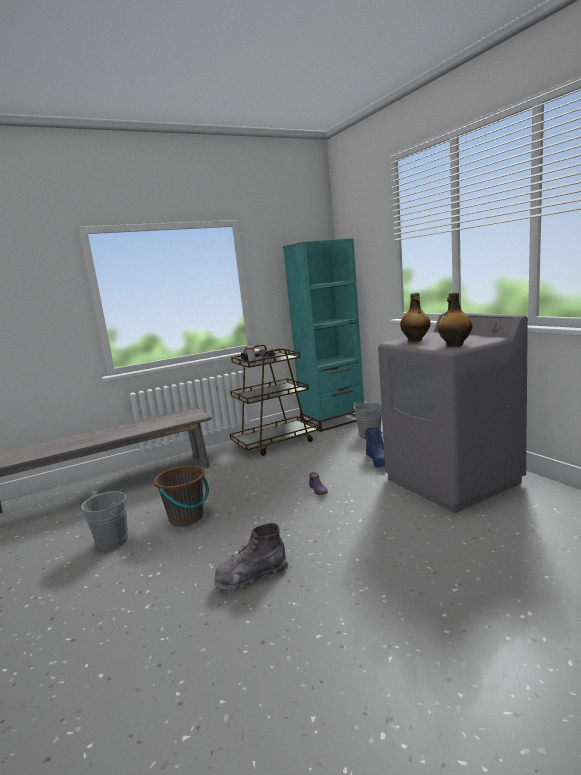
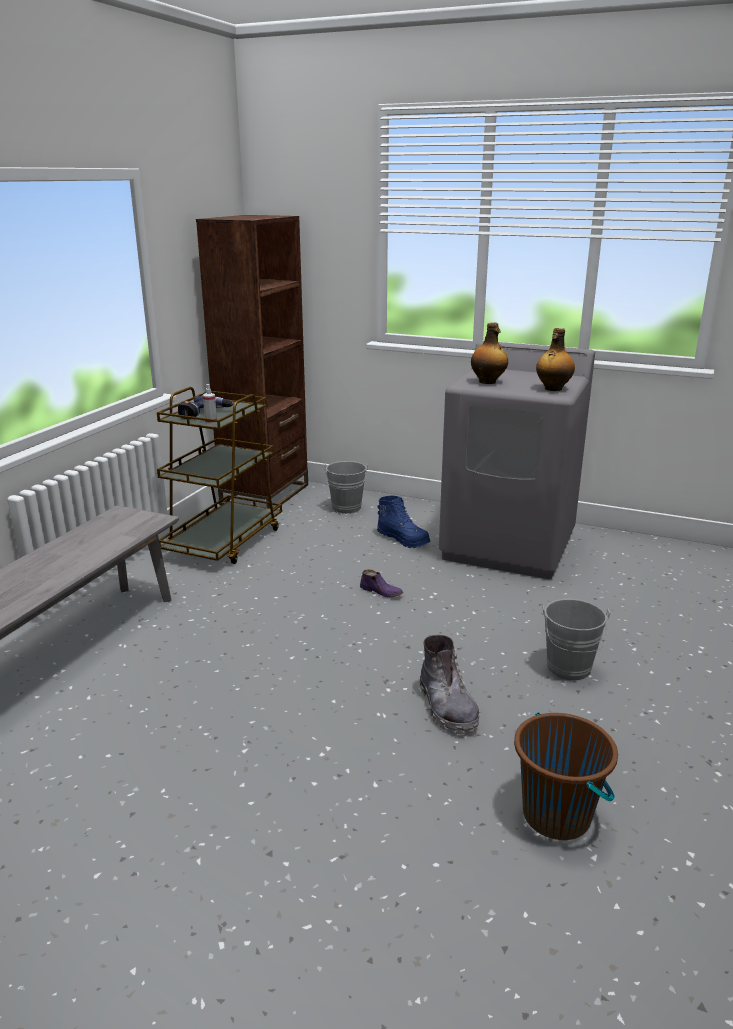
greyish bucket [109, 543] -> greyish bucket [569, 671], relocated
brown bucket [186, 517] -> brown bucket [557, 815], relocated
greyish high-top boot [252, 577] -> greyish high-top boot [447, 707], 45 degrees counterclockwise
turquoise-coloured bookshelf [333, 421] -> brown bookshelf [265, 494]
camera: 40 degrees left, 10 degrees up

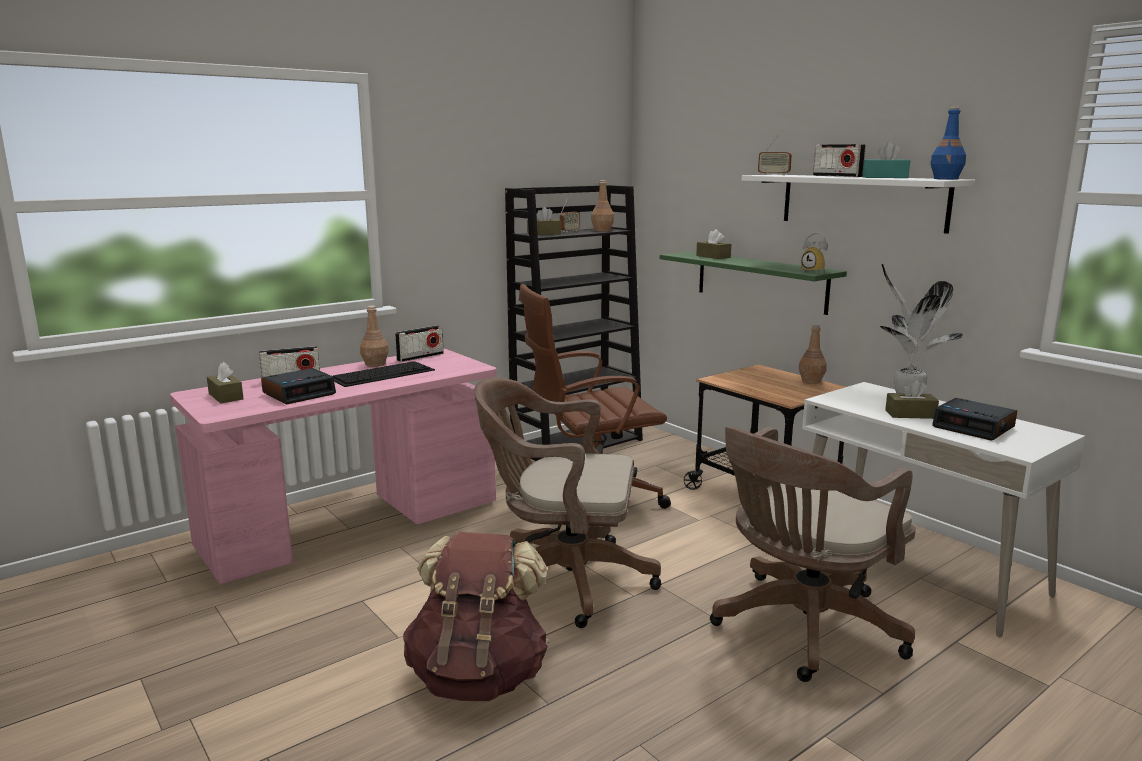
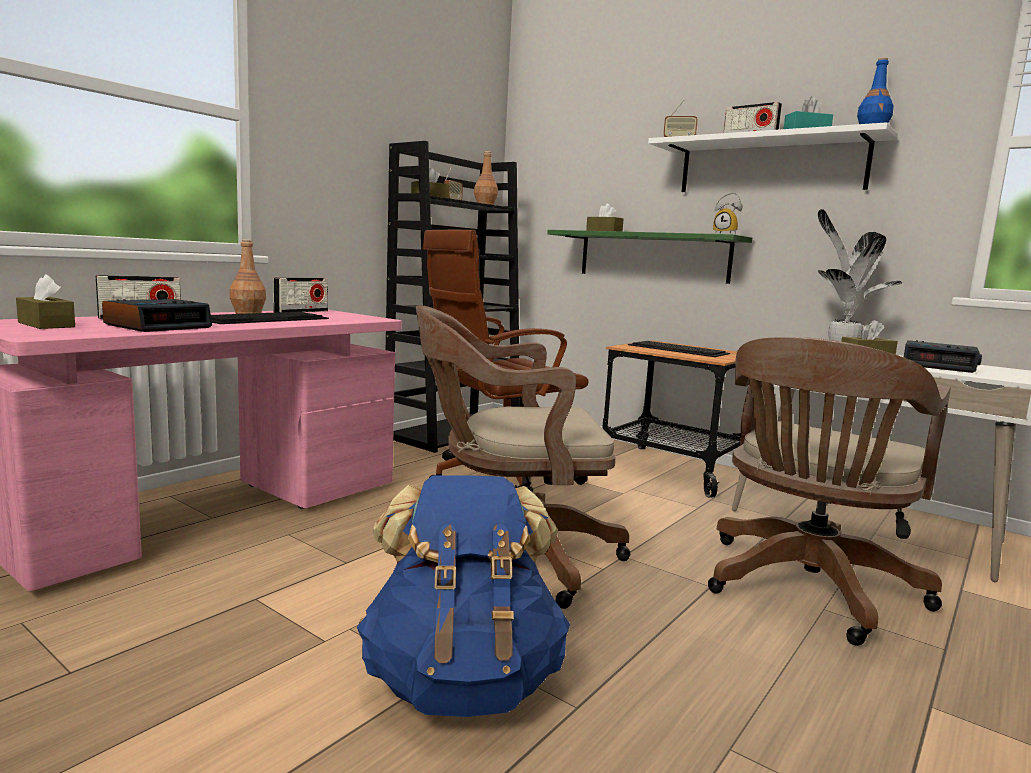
brown knapsack [479, 676] -> blue-coloured knapsack [462, 681]
brown beverage bottle [811, 381] -> none
none -> keyboard [679, 349]
camera: 15 degrees left, 5 degrees down

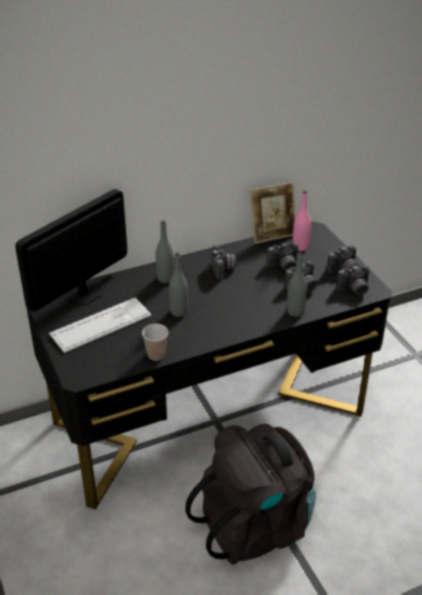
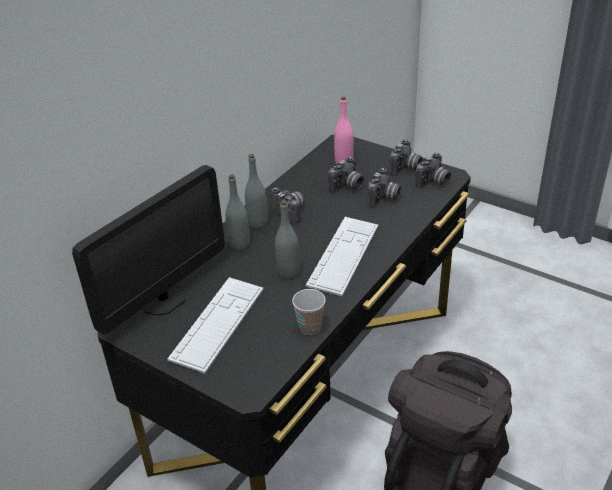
monitor [83, 294] -> monitor [163, 299], 150 degrees counterclockwise
picture frame [272, 234] -> none
greyish beverage bottle [295, 311] -> greyish beverage bottle [258, 223], relocated
none -> keyboard [343, 255]
camera: 30 degrees left, 0 degrees up

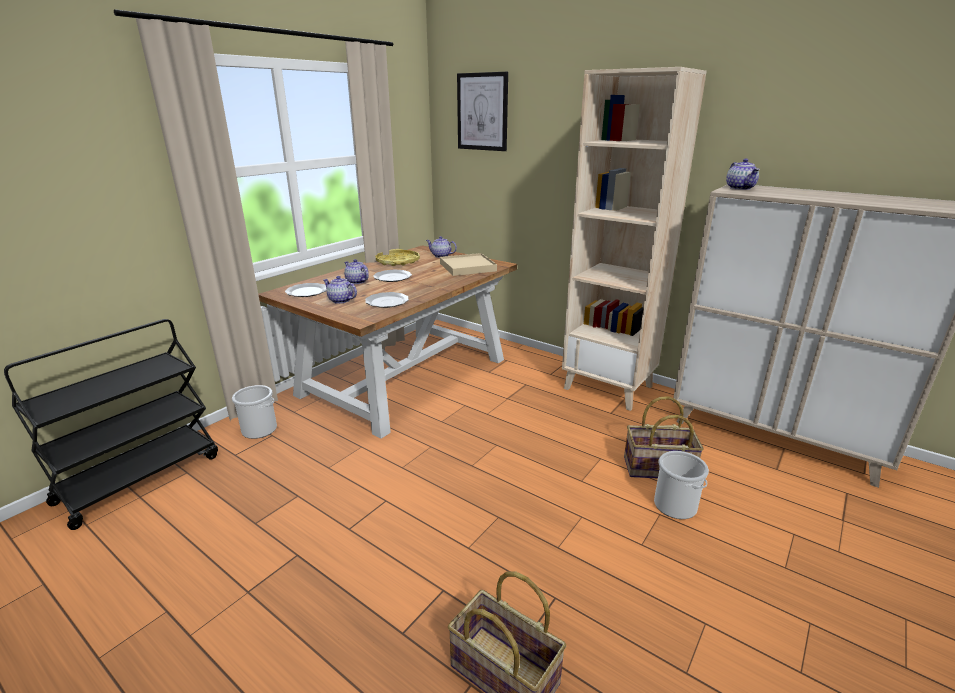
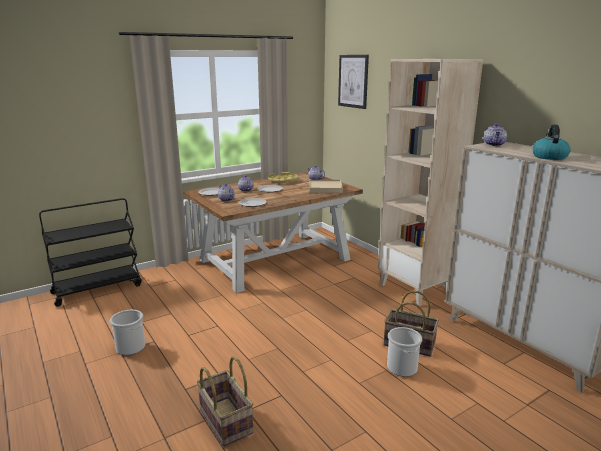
bucket [259, 430] -> bucket [130, 347], relocated
none -> tea kettle [549, 157]
camera: 20 degrees right, 5 degrees down

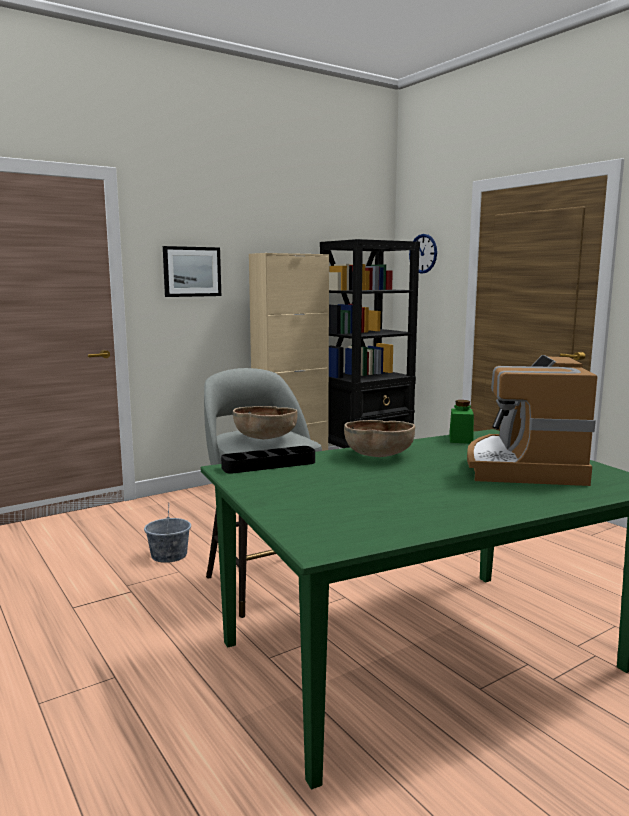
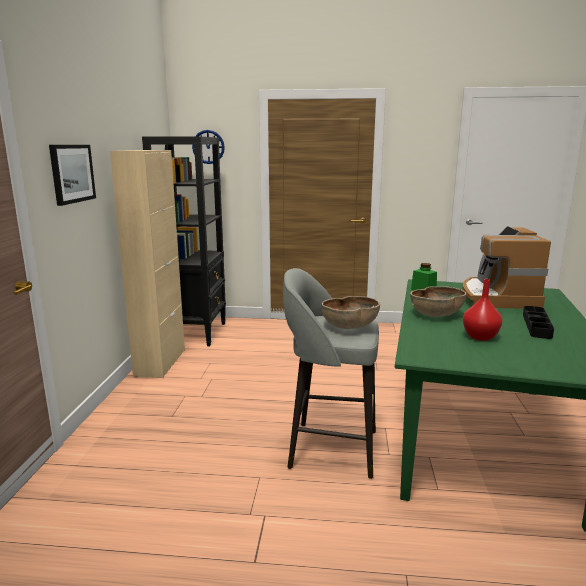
greyish bucket [169, 555] -> none
blackish serving tray [269, 465] -> blackish serving tray [536, 325], relocated
coffee maker [523, 466] -> coffee maker [497, 297], 45 degrees clockwise
none -> reddish flower vase [481, 337]
camera: 50 degrees left, 5 degrees up

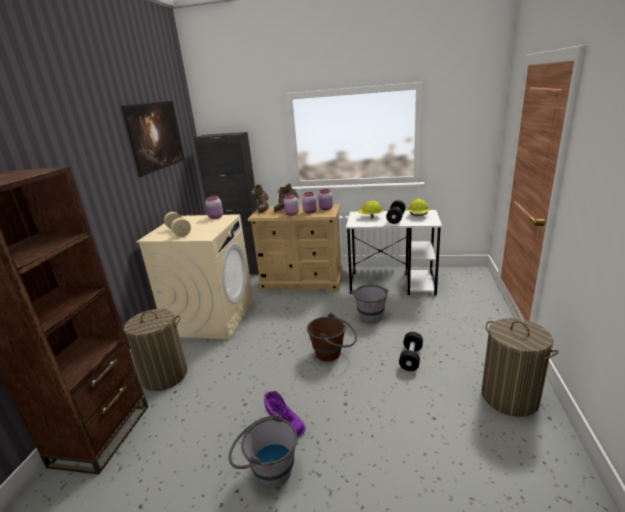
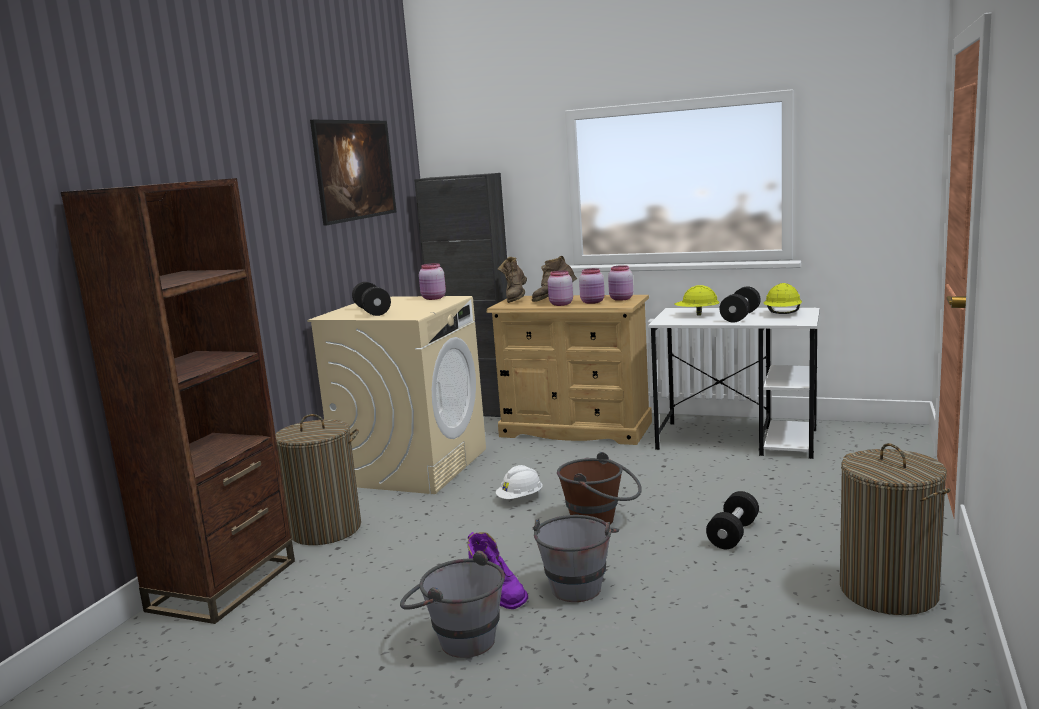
beige free weight [178, 232] -> blackish free weight [372, 311]
greyish bucket [370, 314] -> greyish bucket [577, 583], relocated
none -> whitish safety helmet [520, 498]
camera: 10 degrees right, 10 degrees down

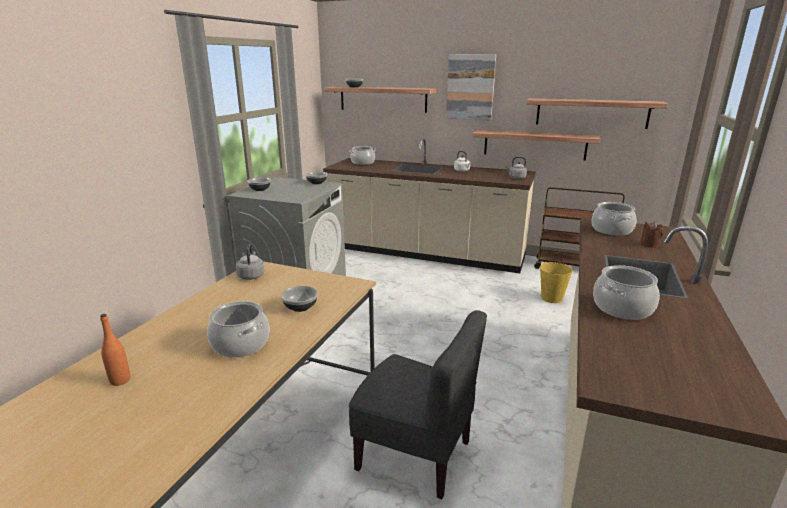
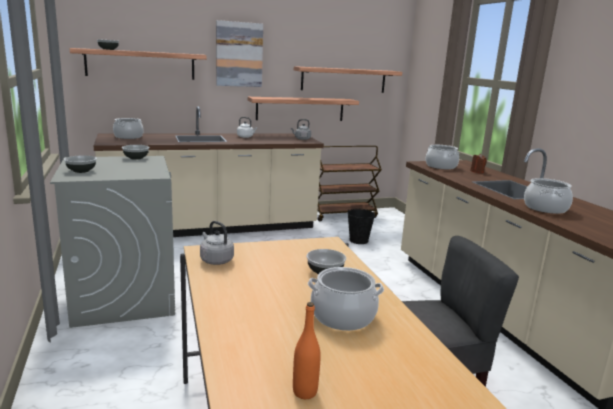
yellow bucket [551, 298] -> blackish bucket [358, 240]
camera: 40 degrees left, 5 degrees down

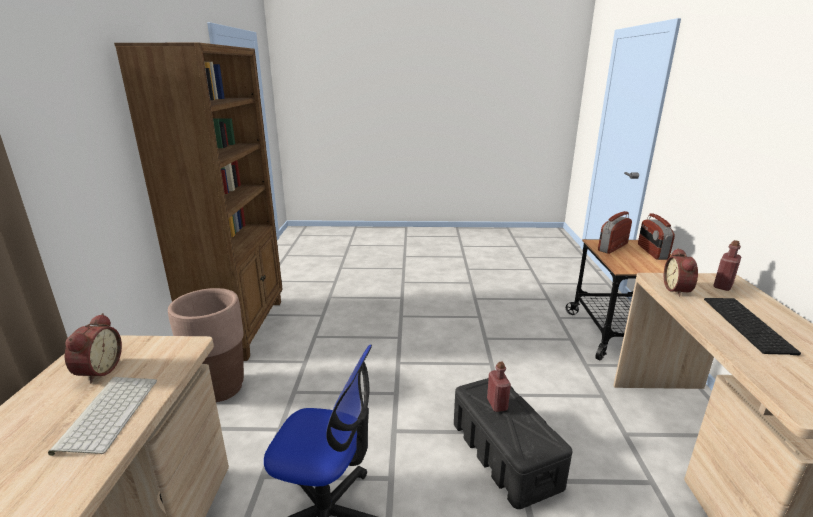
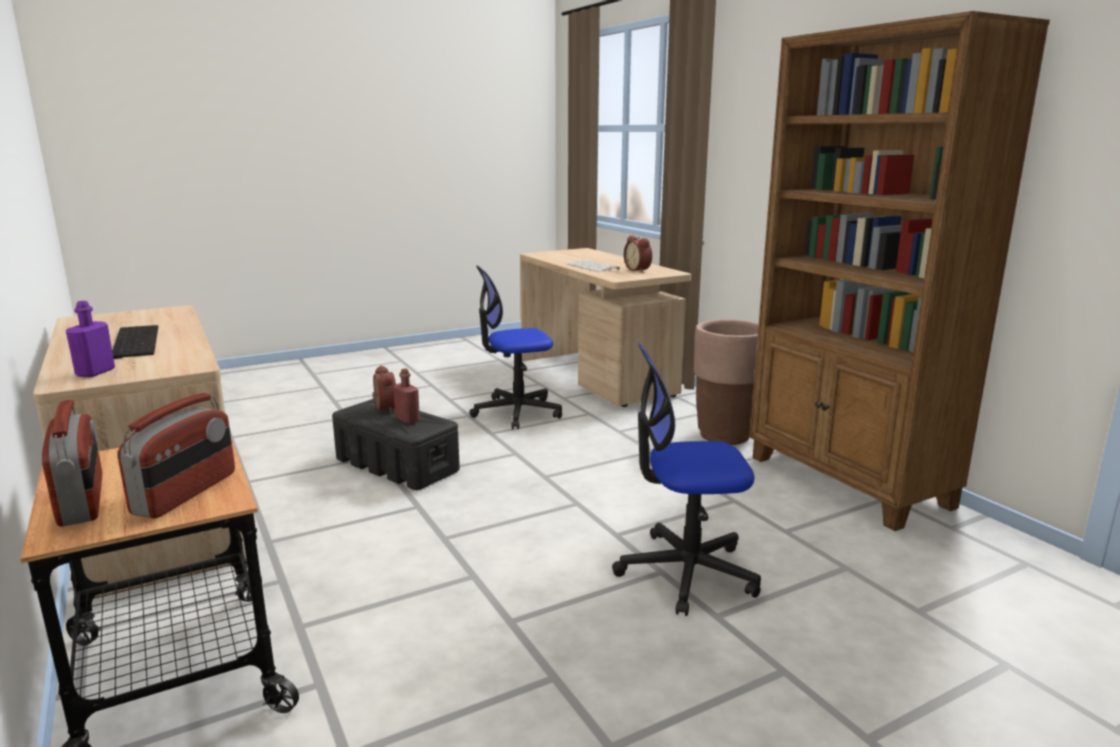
alarm clock [678, 290] -> alarm clock [384, 409], relocated
reddish beverage bottle [722, 286] -> purple beverage bottle [95, 372]
none -> office chair [686, 572]
camera: 150 degrees right, 5 degrees down

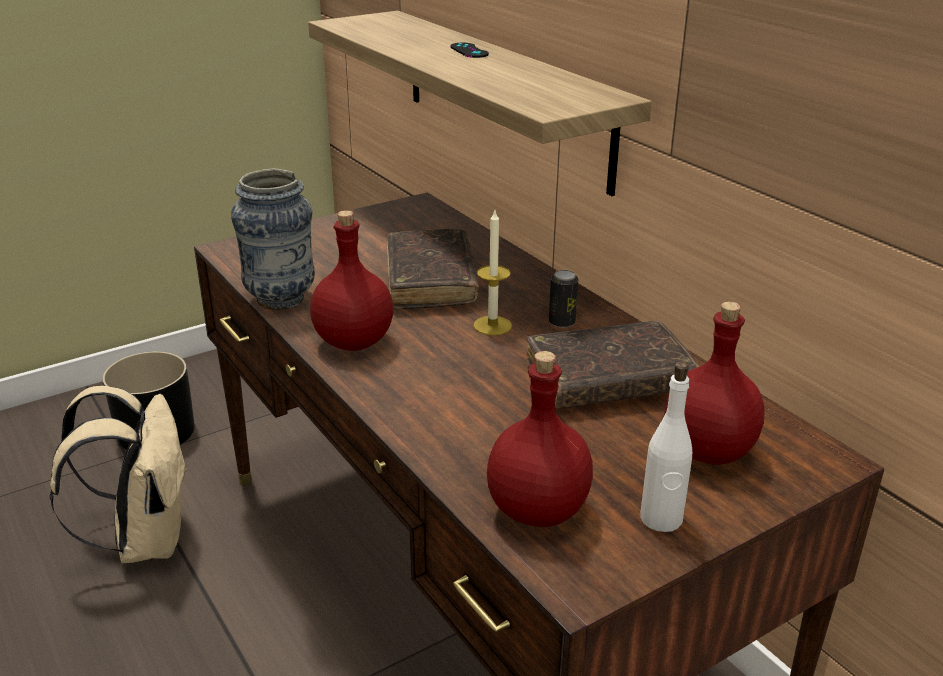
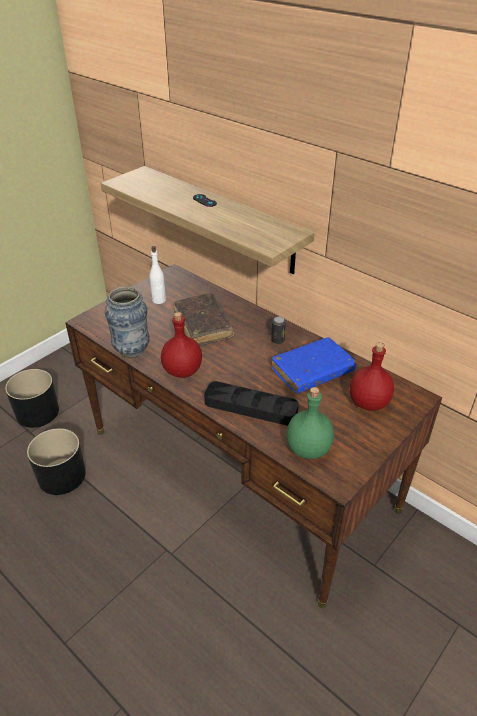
beige knapsack [145, 539] -> blackish plant pot [61, 476]
wax candle [492, 325] -> none
reddish beverage bottle [536, 509] -> greenish beverage bottle [307, 449]
brown book [608, 380] -> blue-coloured book [312, 371]
whitish beverage bottle [661, 519] -> whitish beverage bottle [159, 300], relocated
none -> blackish serving tray [250, 407]
camera: 15 degrees left, 10 degrees up

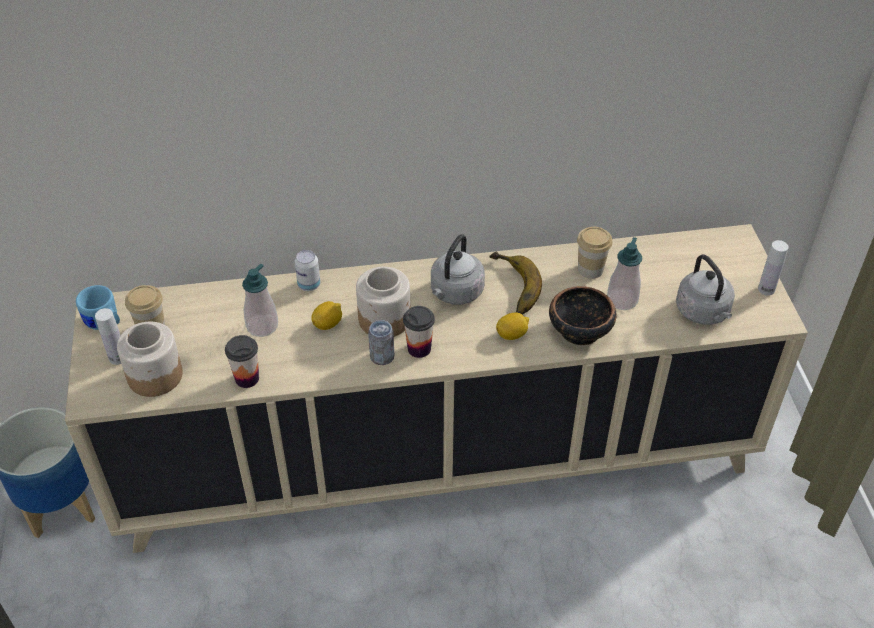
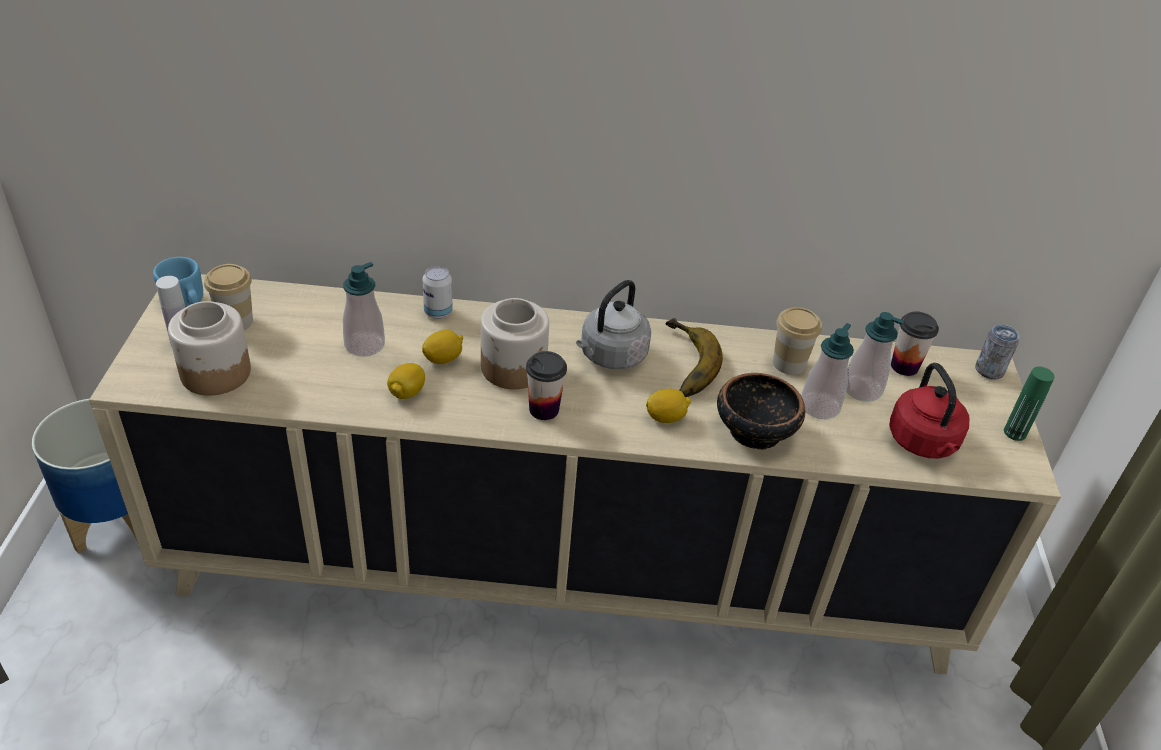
cup [247, 378] -> cup [904, 366], relocated
sealed can [382, 357] -> sealed can [989, 371], relocated
greyish tea kettle [703, 313] -> reddish tea kettle [923, 443]
whitish beverage bottle [766, 289] -> greenish beverage bottle [1014, 433]
none -> whole lemon [407, 393]
none -> liquid soap bottle [862, 389]
camera: 10 degrees right, 5 degrees down

